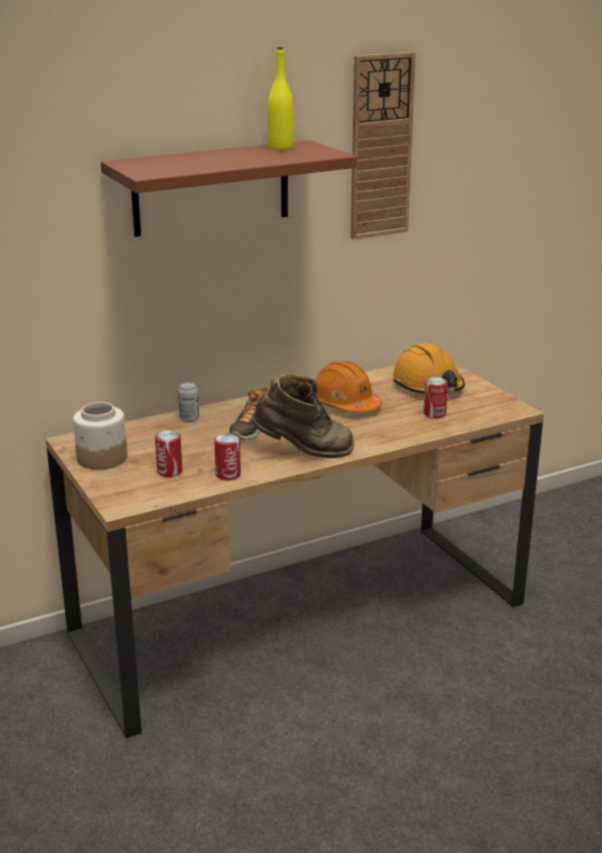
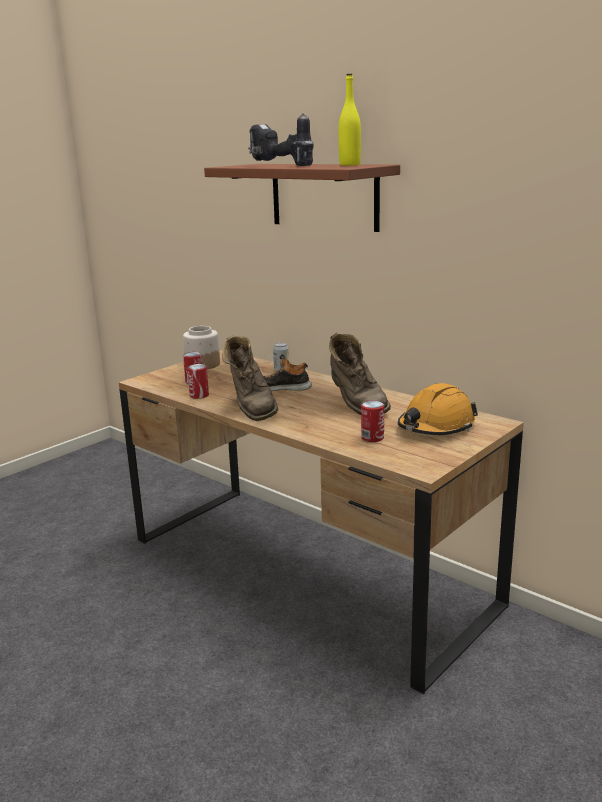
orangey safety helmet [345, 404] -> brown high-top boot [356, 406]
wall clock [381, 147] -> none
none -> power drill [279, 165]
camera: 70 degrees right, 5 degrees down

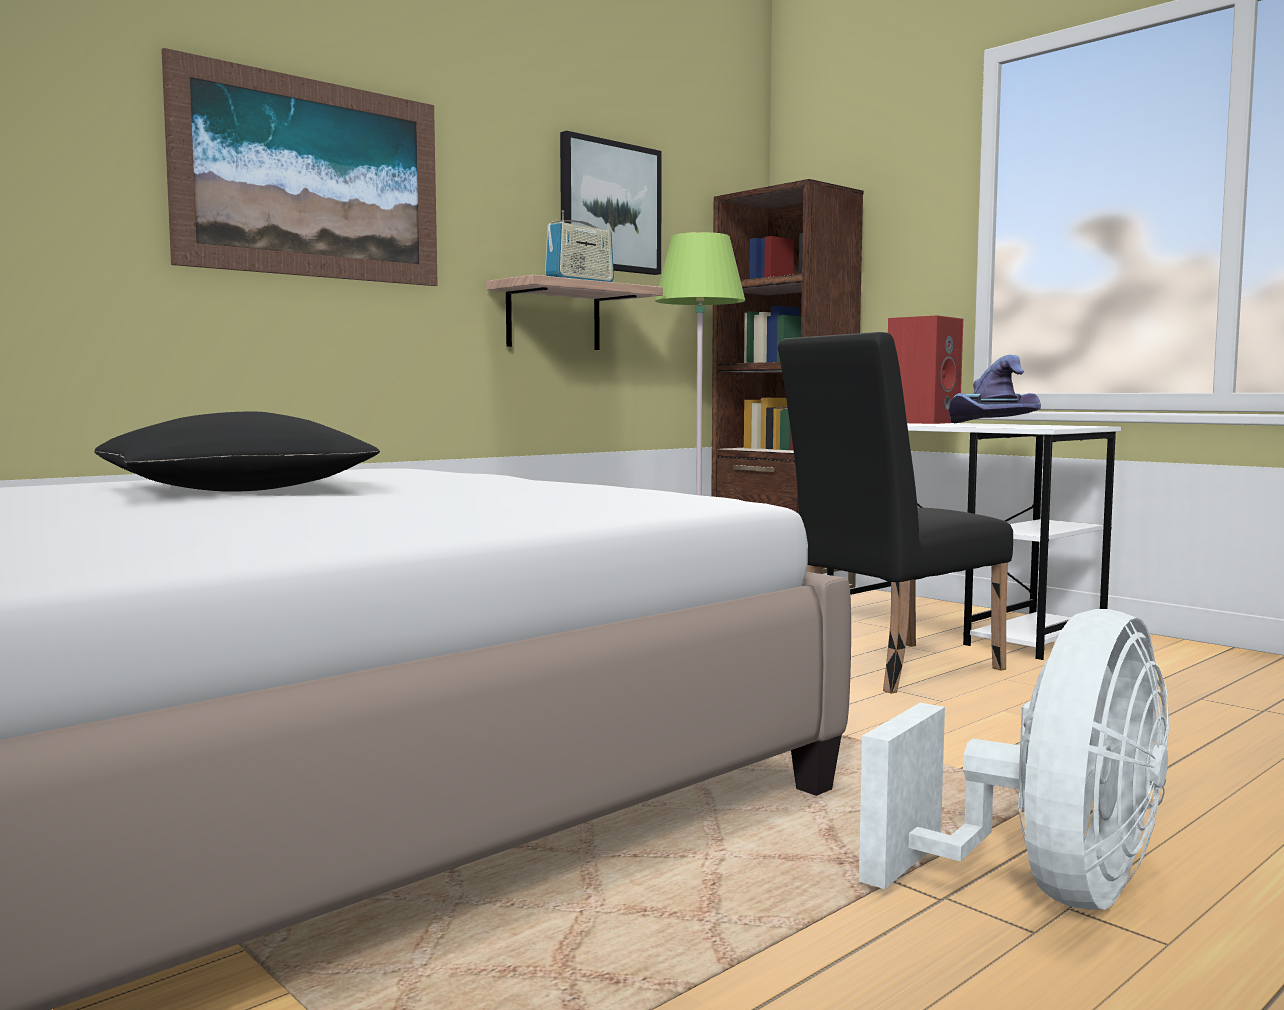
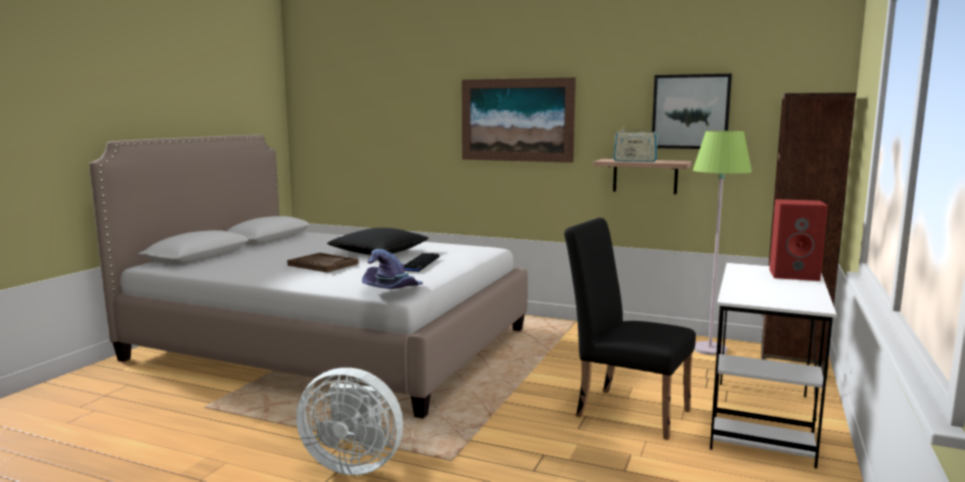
purple clothing hat [989, 424] -> purple clothing hat [392, 290], relocated
none -> brown serving tray [323, 264]
none -> keyboard [419, 263]
camera: 65 degrees right, 5 degrees up

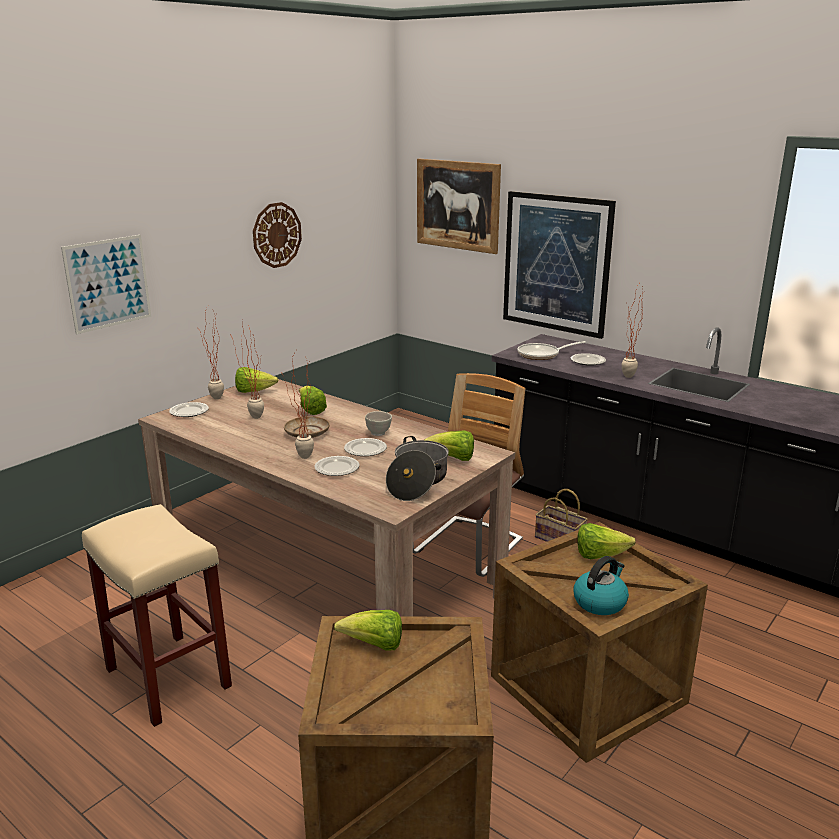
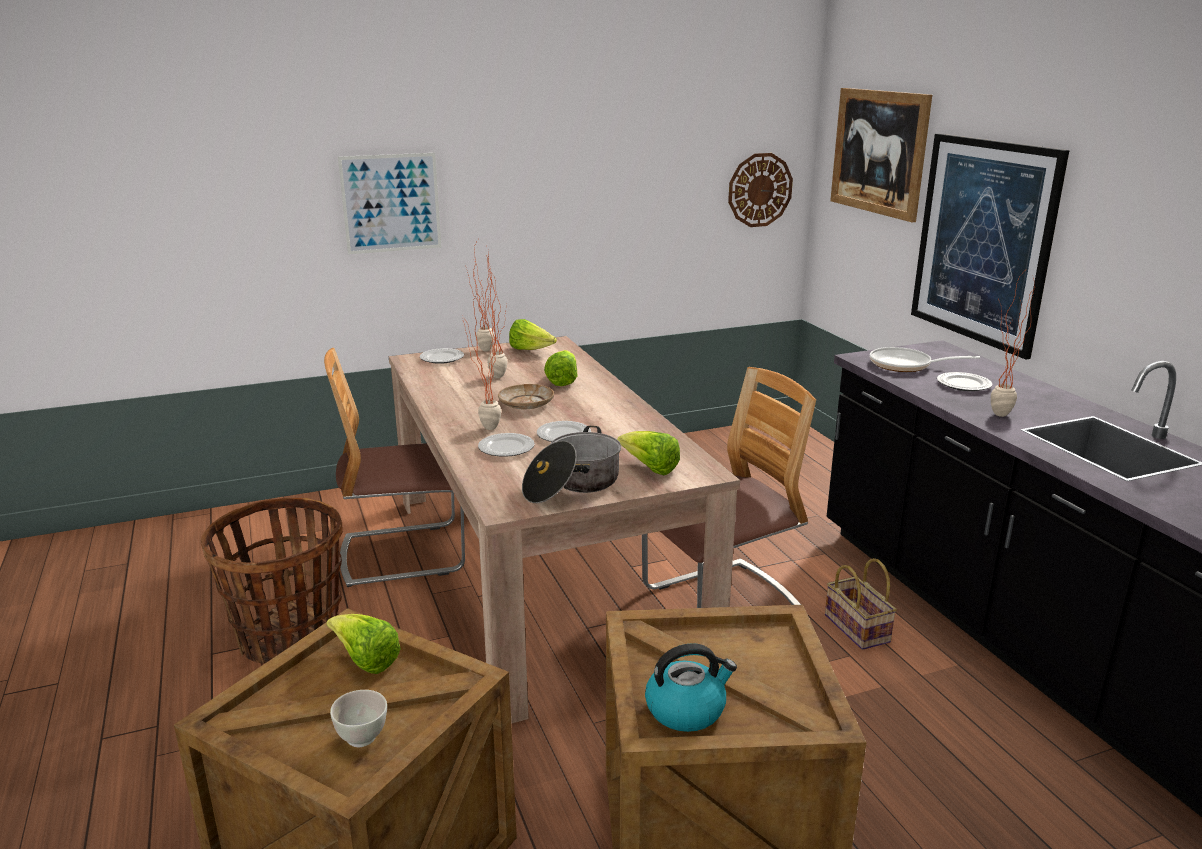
beige sitting stool [170, 678] -> basket [289, 638]
wall clock [276, 235] -> wall clock [759, 190], relocated
whitish deep dish [378, 433] -> whitish deep dish [362, 738], relocated
lettuce head [600, 555] -> none
none -> upright chair [404, 554]
camera: 30 degrees right, 0 degrees up

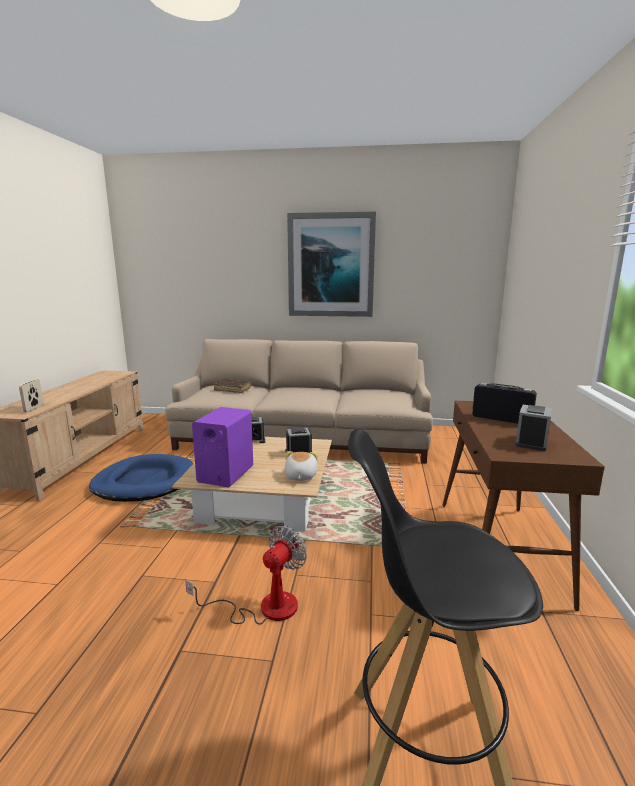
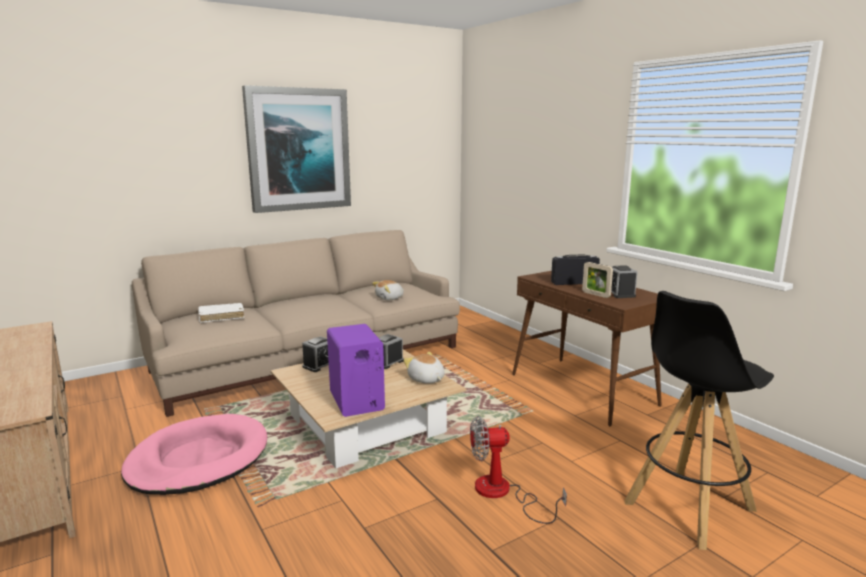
picture frame [34, 408] -> picture frame [596, 294], relocated
blue-coloured pet bed [144, 482] -> pink pet bed [198, 459]
fan [264, 607] -> fan [502, 493], 90 degrees counterclockwise
brown book [232, 389] -> whitish book [221, 317]
none -> cuddly toy [390, 298]
camera: 40 degrees left, 0 degrees up

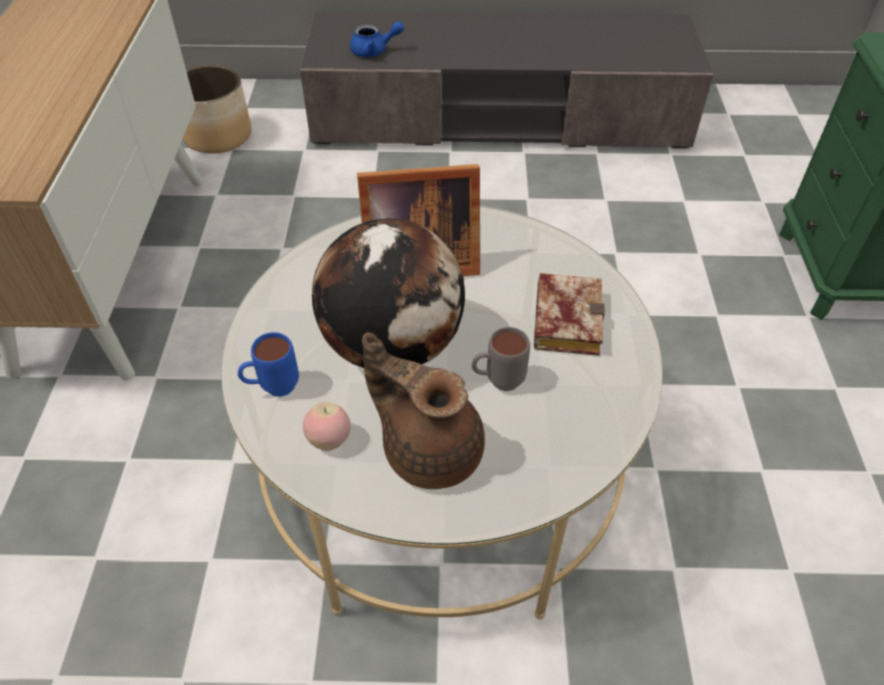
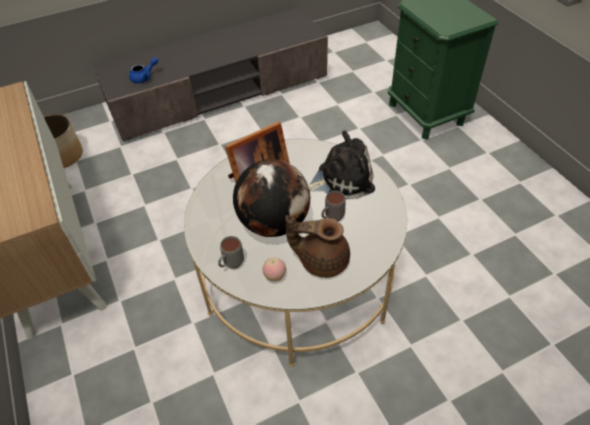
blue-coloured coffee mug [272, 388] -> greyish coffee mug [231, 266]
book [564, 318] -> cuddly toy [341, 179]
camera: 25 degrees left, 0 degrees up

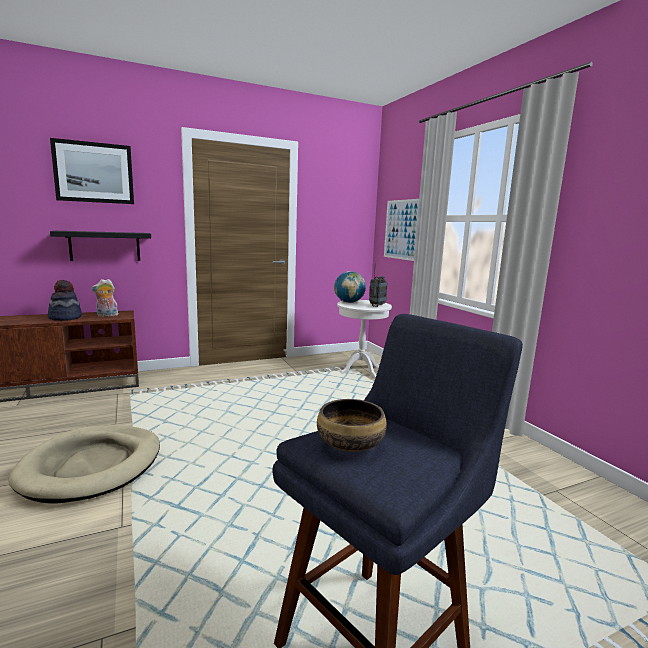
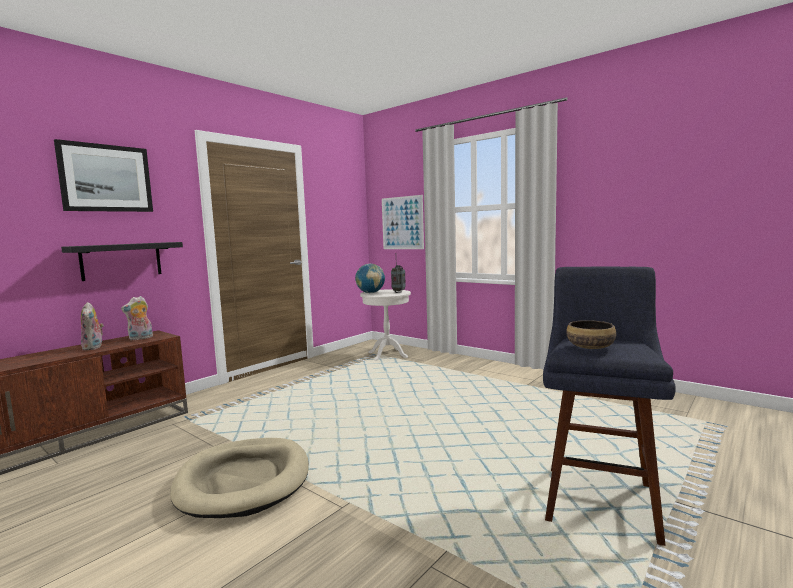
clothing hat [65, 317] -> cuddly toy [94, 347]
camera: 25 degrees left, 5 degrees down

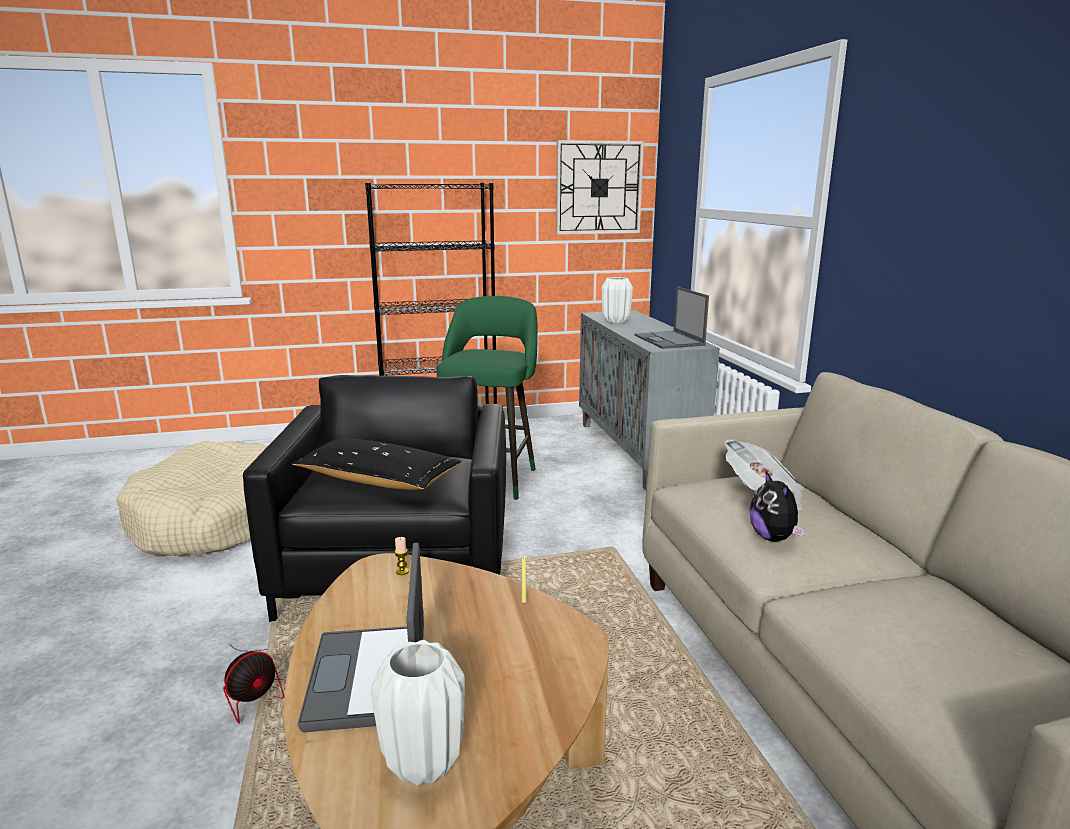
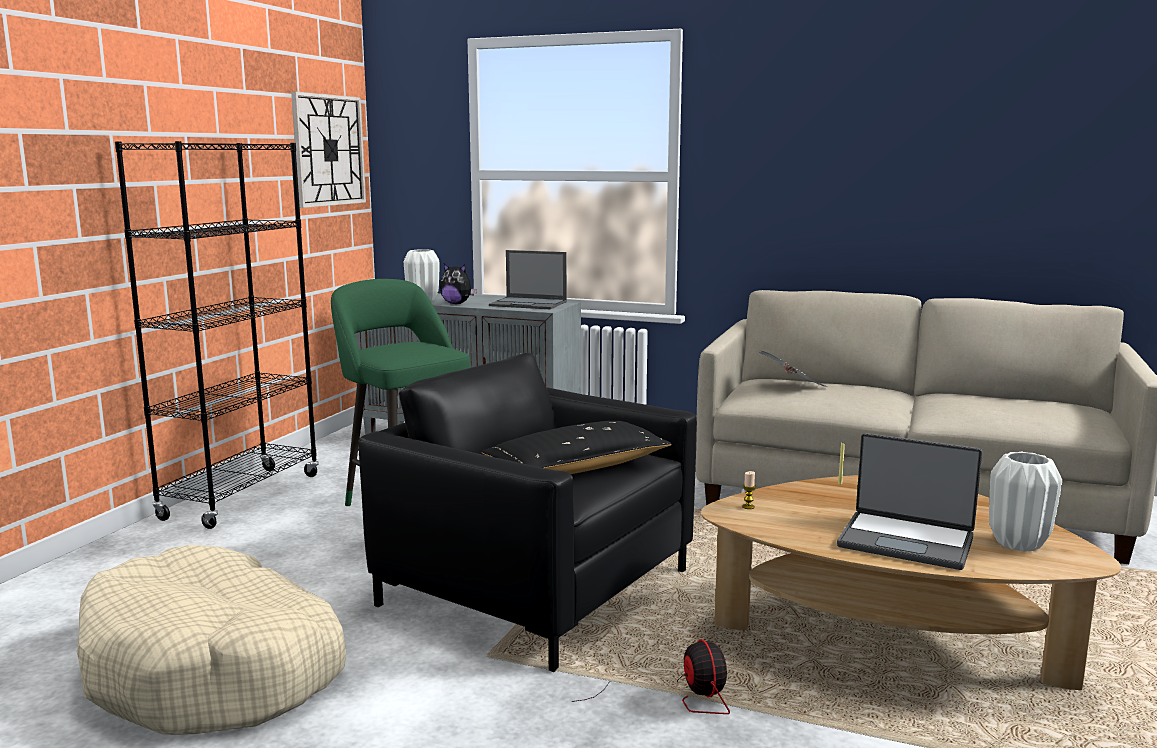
cuddly toy [774, 538] -> cuddly toy [457, 304], relocated
camera: 55 degrees left, 5 degrees down

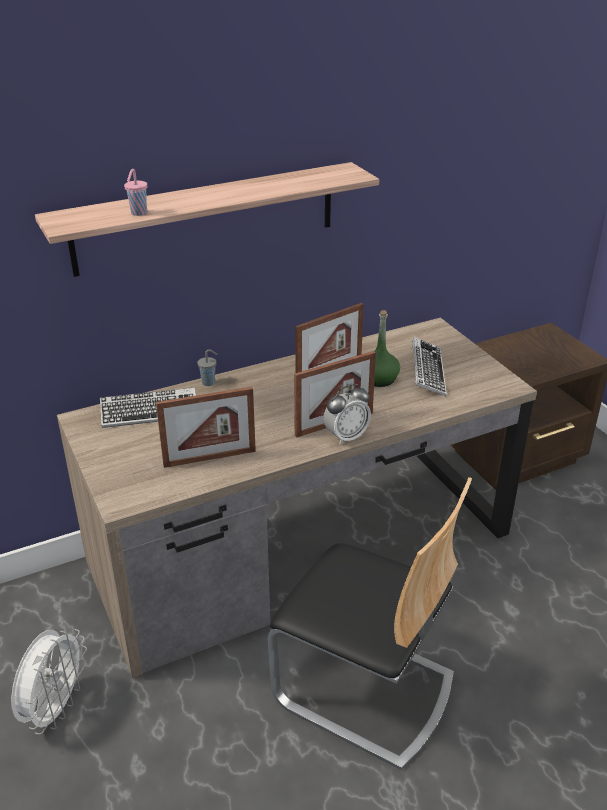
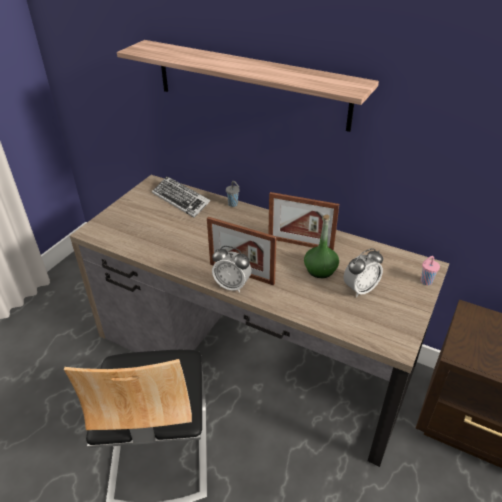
whitish fan [55, 709] -> none
pink cup [138, 213] -> pink cup [425, 282], relocated
picture frame [209, 458] -> none
keyboard [427, 371] -> alarm clock [360, 289]
camera: 55 degrees right, 5 degrees up

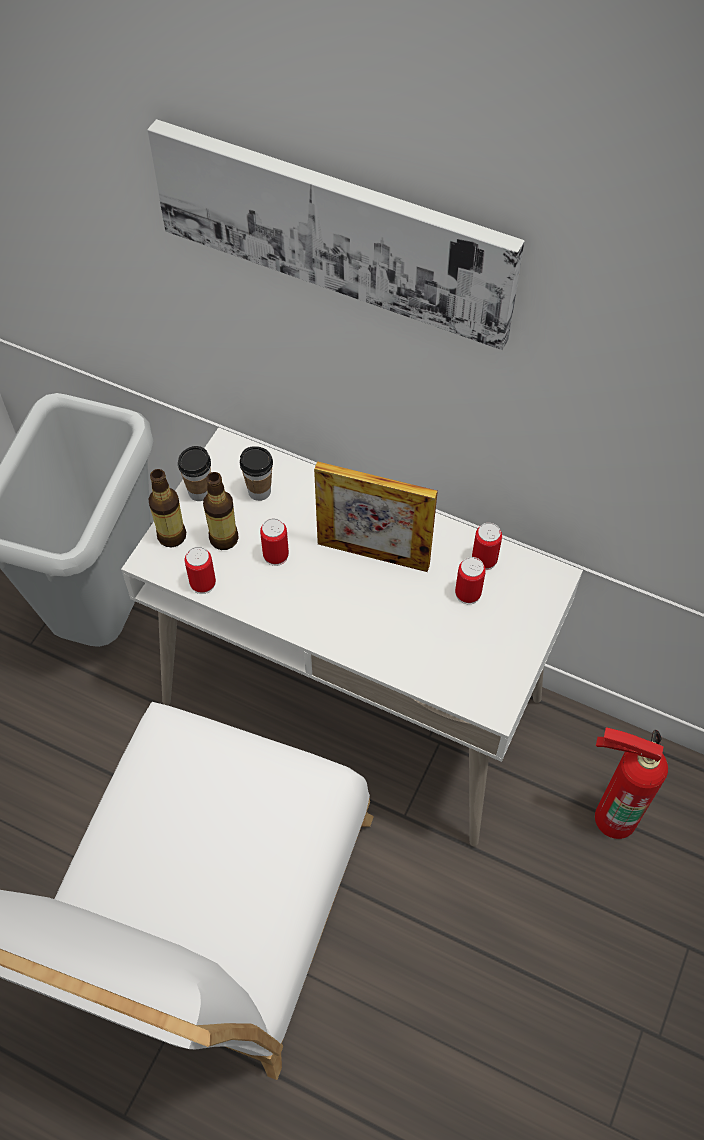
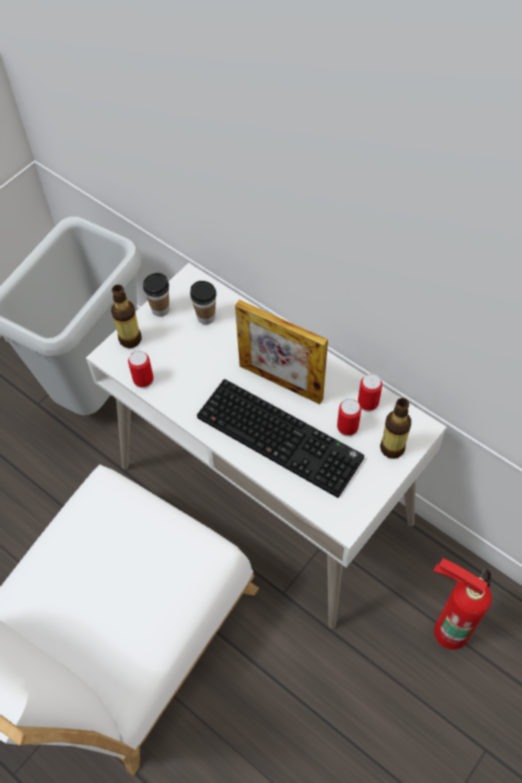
wall art [334, 229] -> none
beverage bottle [224, 539] -> beverage bottle [392, 448], relocated
sealed can [276, 555] -> none
none -> keyboard [282, 436]
camera: 15 degrees right, 0 degrees up

